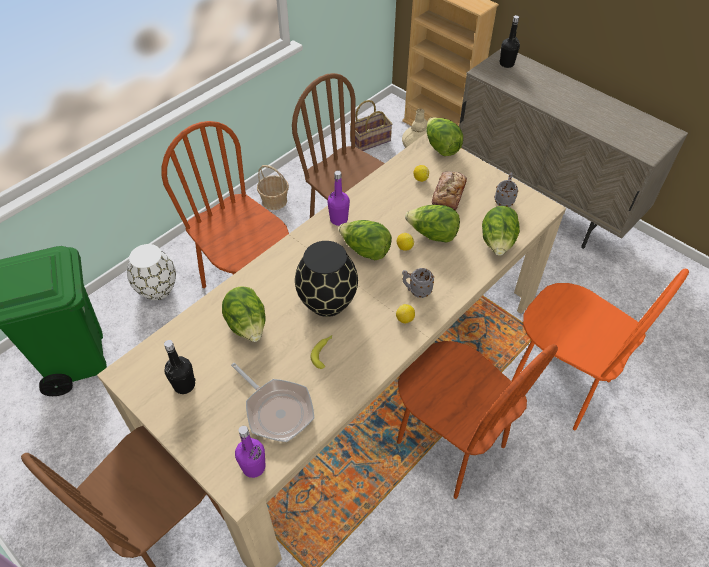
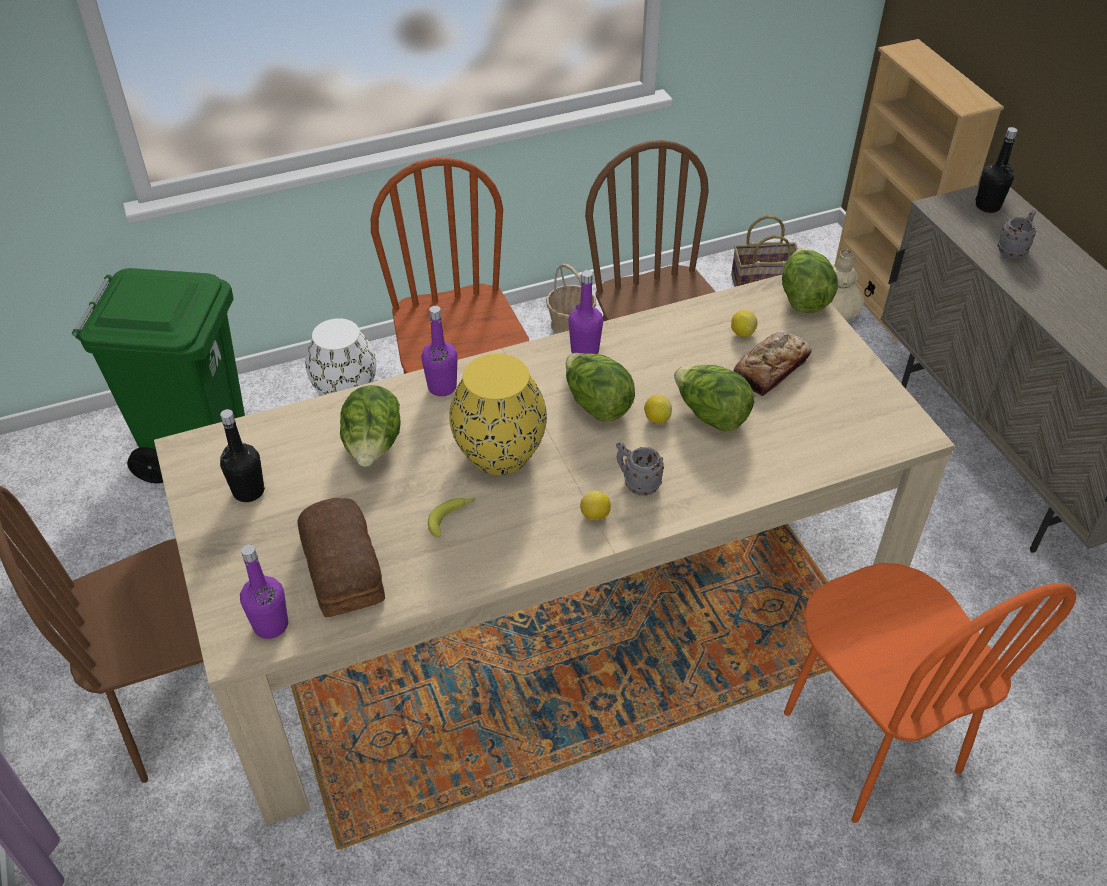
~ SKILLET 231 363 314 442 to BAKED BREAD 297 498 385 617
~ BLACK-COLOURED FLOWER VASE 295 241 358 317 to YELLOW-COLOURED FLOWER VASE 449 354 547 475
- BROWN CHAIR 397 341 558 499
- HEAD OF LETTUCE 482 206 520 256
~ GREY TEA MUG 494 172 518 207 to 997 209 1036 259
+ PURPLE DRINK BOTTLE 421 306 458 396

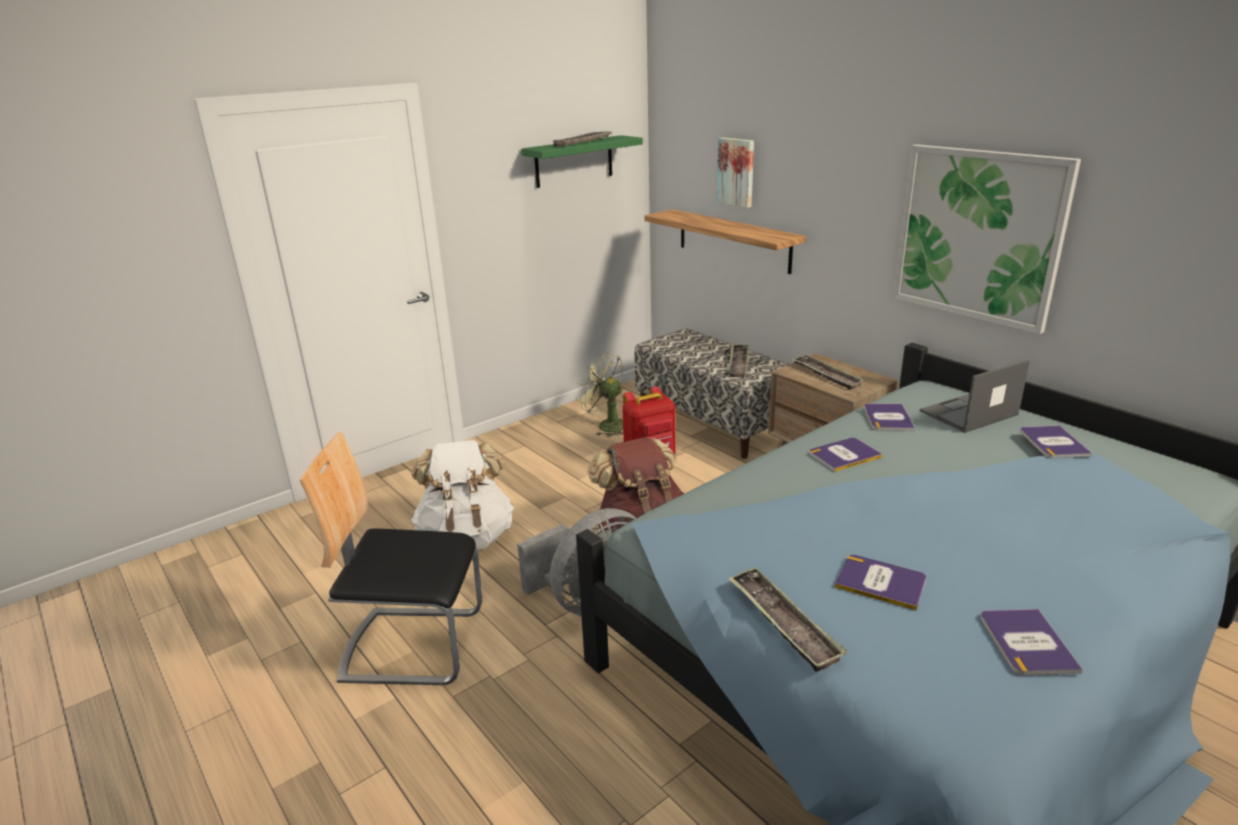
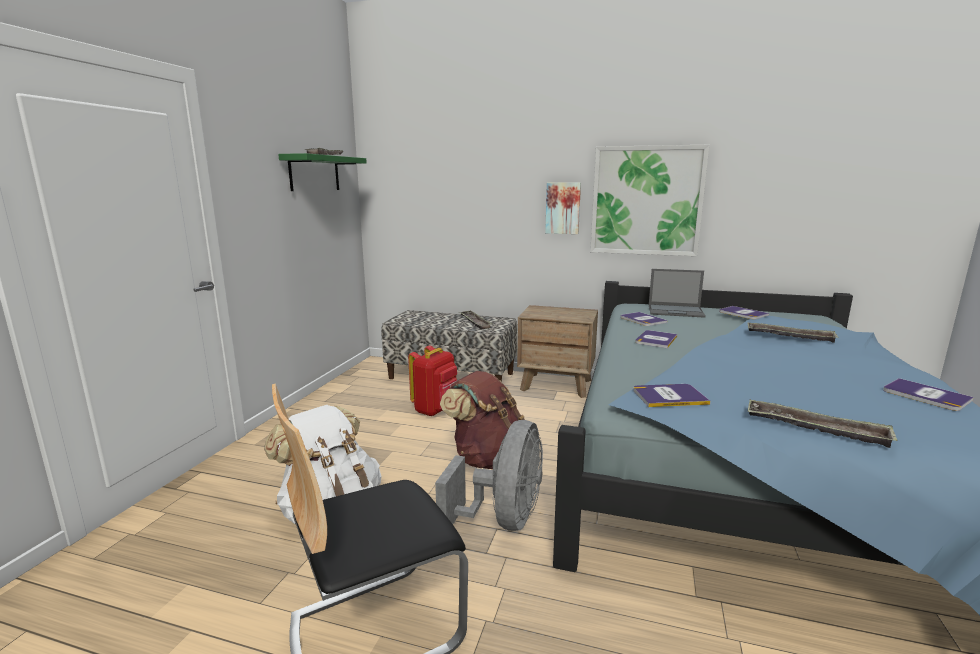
- GREEN-COLOURED FAN 576 353 623 437
- WALL SHELF 644 209 806 274
~ WALL ART 717 137 754 208 to 545 182 581 234
~ CARRYING TRAY 792 355 865 390 to 747 322 838 343
~ BOOK 835 555 926 611 to 633 384 710 407
~ NOTEBOOK COMPUTER 920 360 1030 433 = 649 269 706 318 105 degrees counterclockwise

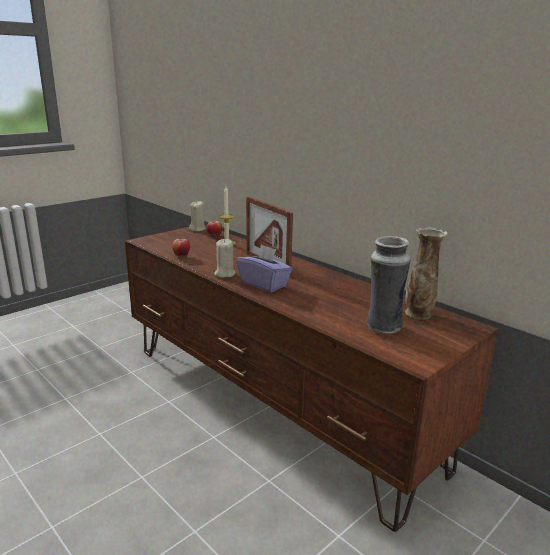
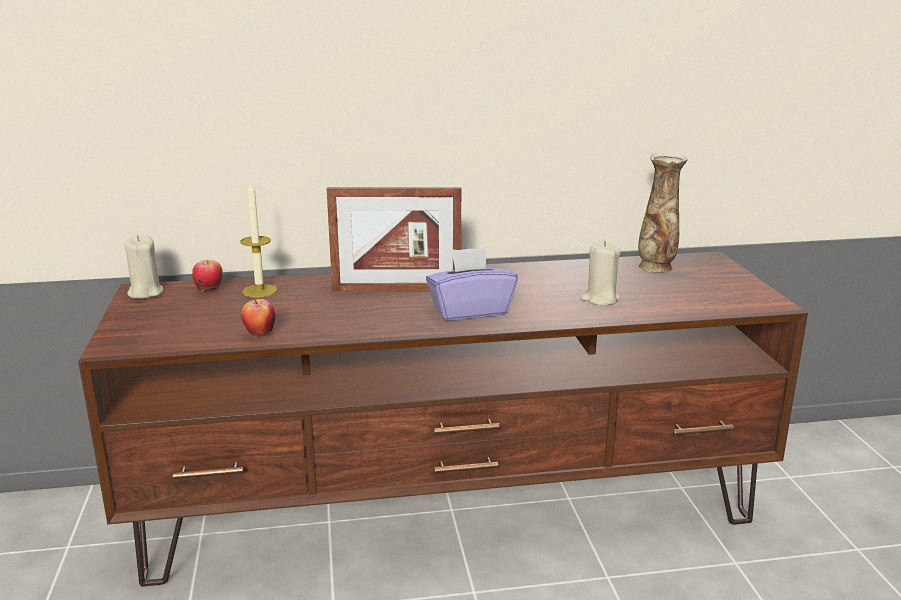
~ SAND-COLOURED WAX LIGHT 214 239 236 278 to 581 241 621 306
- FLOWER VASE 367 236 411 334

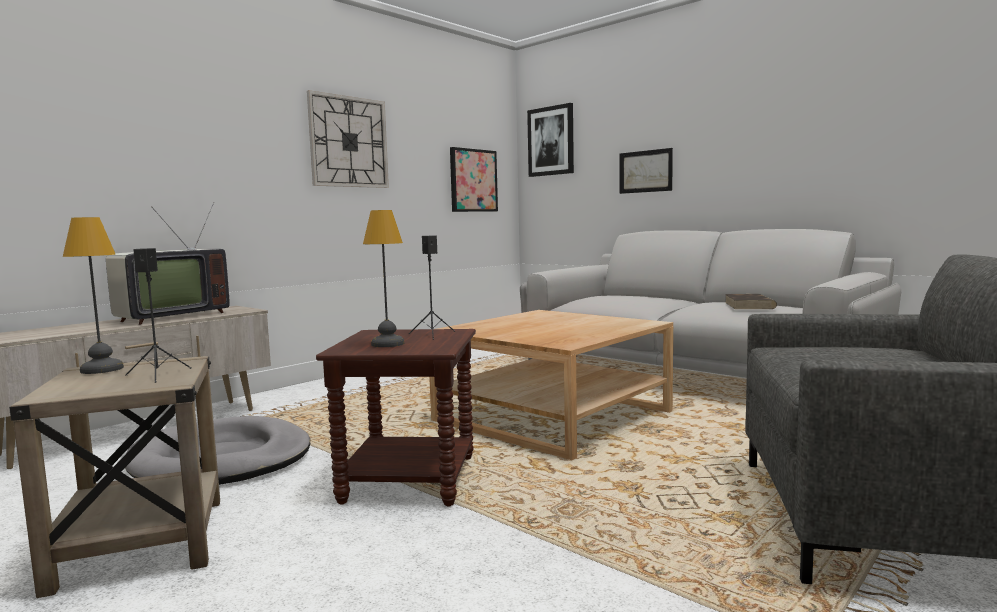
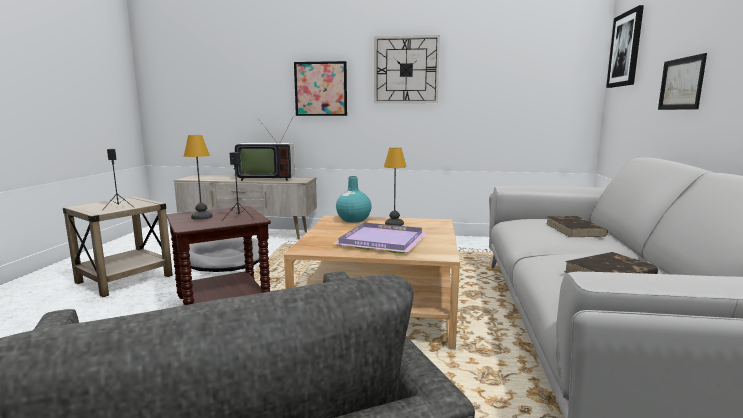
~ LAMP FOR A TABLE 63 217 124 374 to 384 147 406 226
~ WALL ART 450 147 498 212 to 294 61 347 116
+ PURPLE CARRYING TRAY 333 223 427 254
+ BLUE-GREEN FLOWER VASE 336 176 372 223
+ BROWN BOOK 547 216 608 237

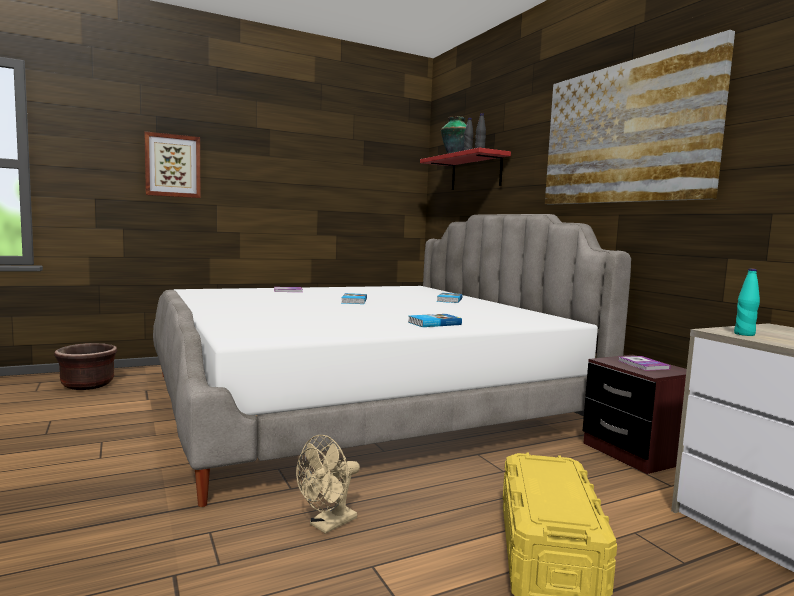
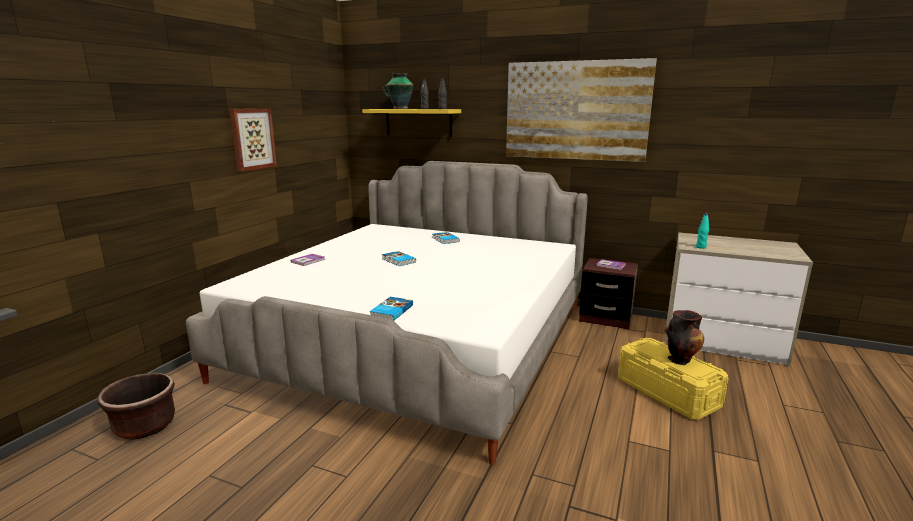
~ WALL ART 145 131 201 198 to 230 108 277 172
- SAND-COLOURED FAN 296 435 360 534
~ BOOK 408 314 462 327 to 370 297 413 321
~ RED WALL SHELF 420 148 511 190 to YELLOW-COLOURED WALL SHELF 362 109 461 137
+ FLOWER VASE 664 310 704 365

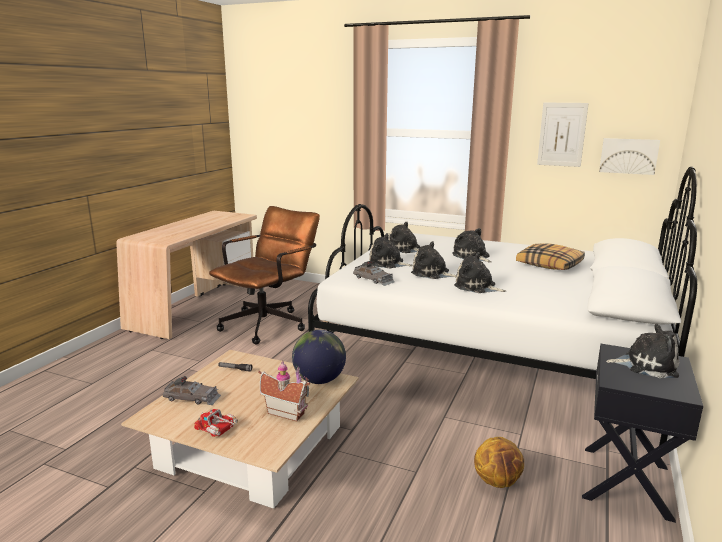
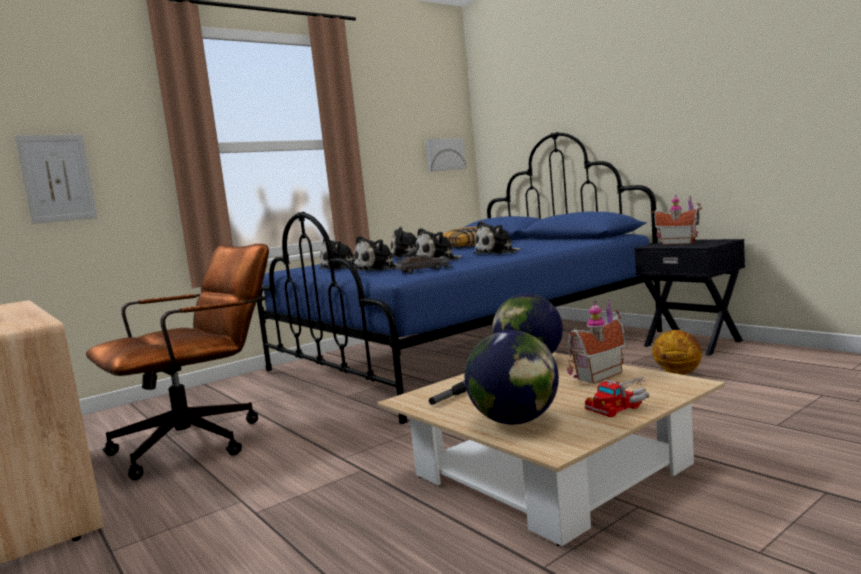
~ GREY TOY CAR 163 376 221 405 to DESK GLOBE 465 330 559 425
~ BROWN COMPUTER CHAIR 209 206 320 345 = 86 244 269 480 75 degrees clockwise
~ WHITE BEDROOM BED 308 167 697 446 to BLUE-COLOURED BEDROOM BED 257 132 662 424
~ WALL ART 537 103 589 167 to 15 134 97 224
~ SOFT TOY 606 324 679 378 to MODEL HOUSE 652 194 702 245

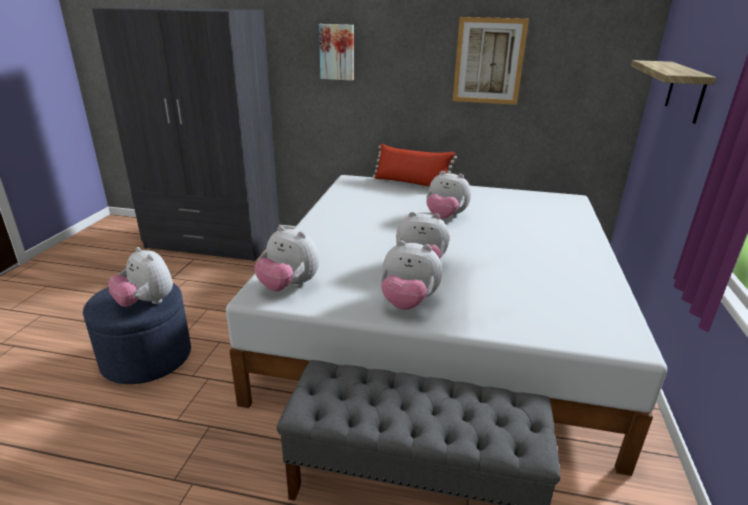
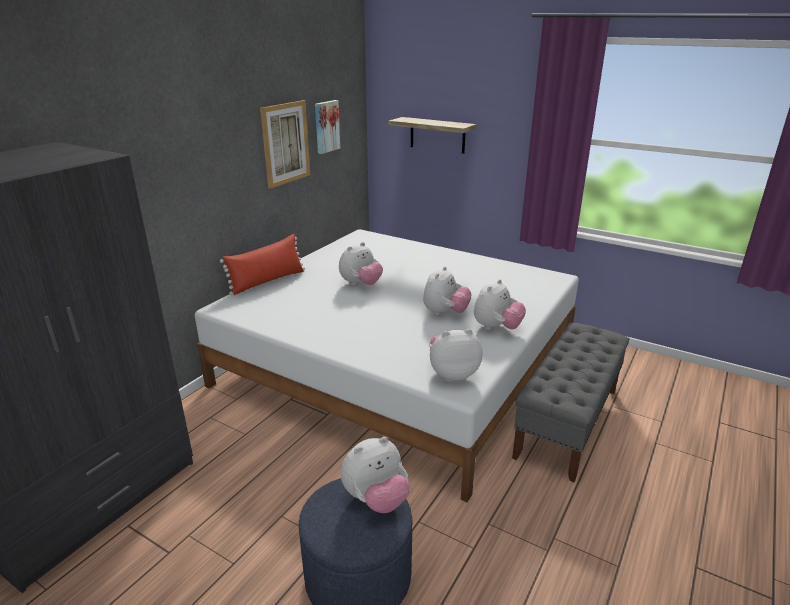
~ SOFT TOY 254 226 319 291 = 429 329 483 382 150 degrees counterclockwise
~ WALL ART 319 24 354 81 to 315 100 340 154

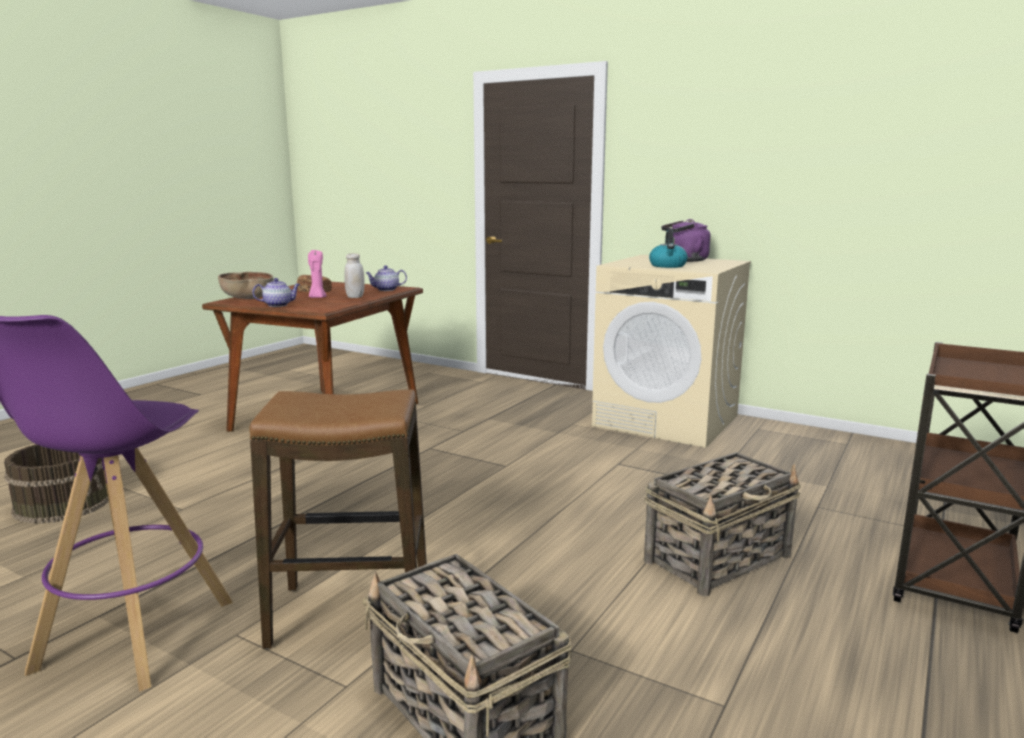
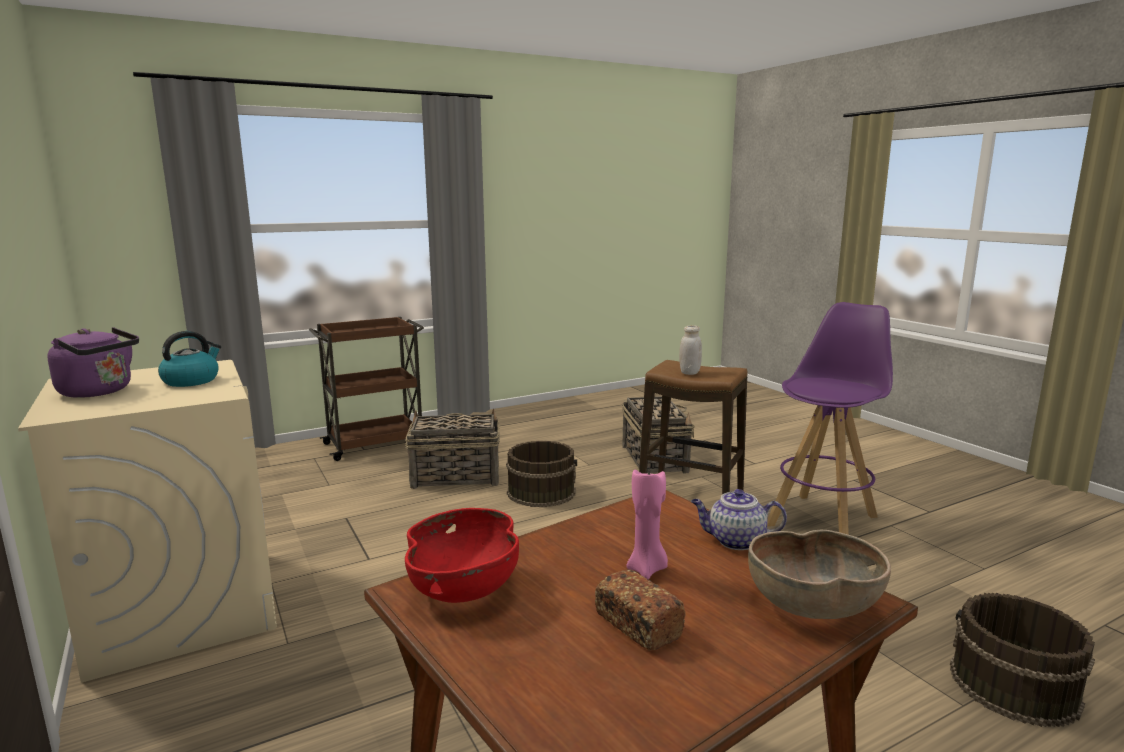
~ WHITE STORAGE JAR 344 253 365 298 to 679 325 702 375
~ TEAPOT 366 266 407 291 to RED BOWL 405 508 519 603
+ BROWN WATER BUCKET 506 441 577 507

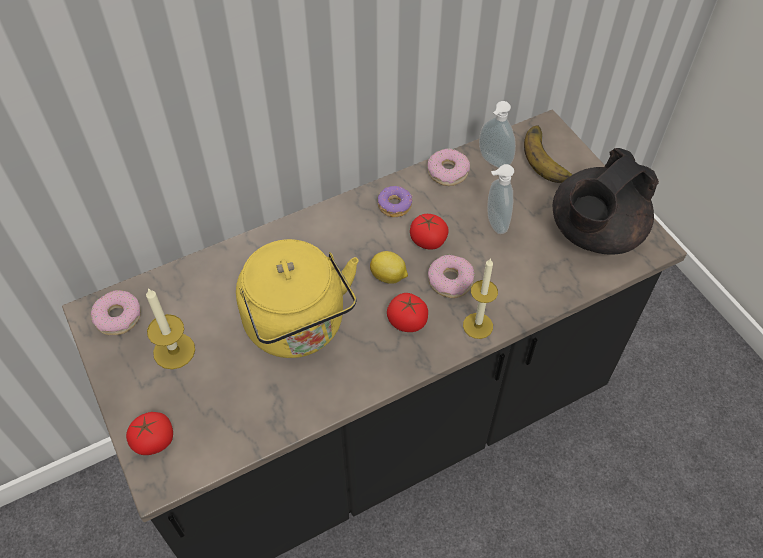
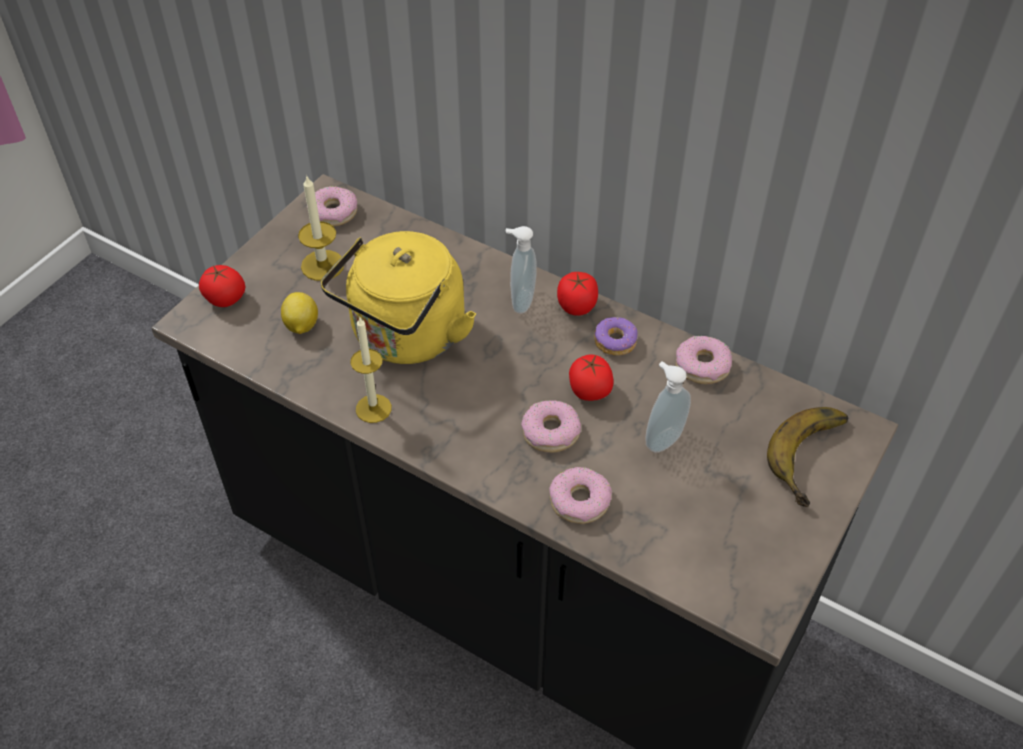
~ CITRUS FRUIT 370 251 408 284 to 281 292 318 334
~ WHOLE TOMATO 387 293 428 332 to 557 272 598 316
~ WAX LIGHT 463 258 498 339 to 350 317 392 423
~ LIQUID SOAP BOTTLE 479 101 516 168 to 505 226 536 313
- BLACK-COLOURED TEAPOT 553 148 659 255
+ DONUT 549 467 612 524

